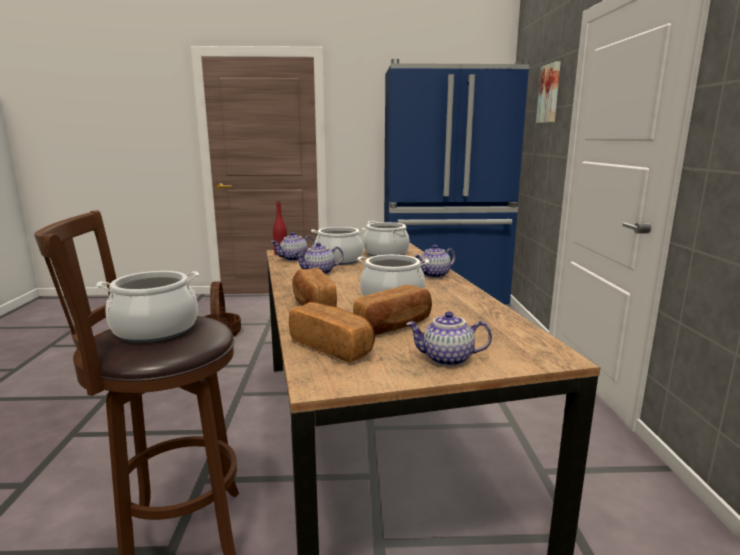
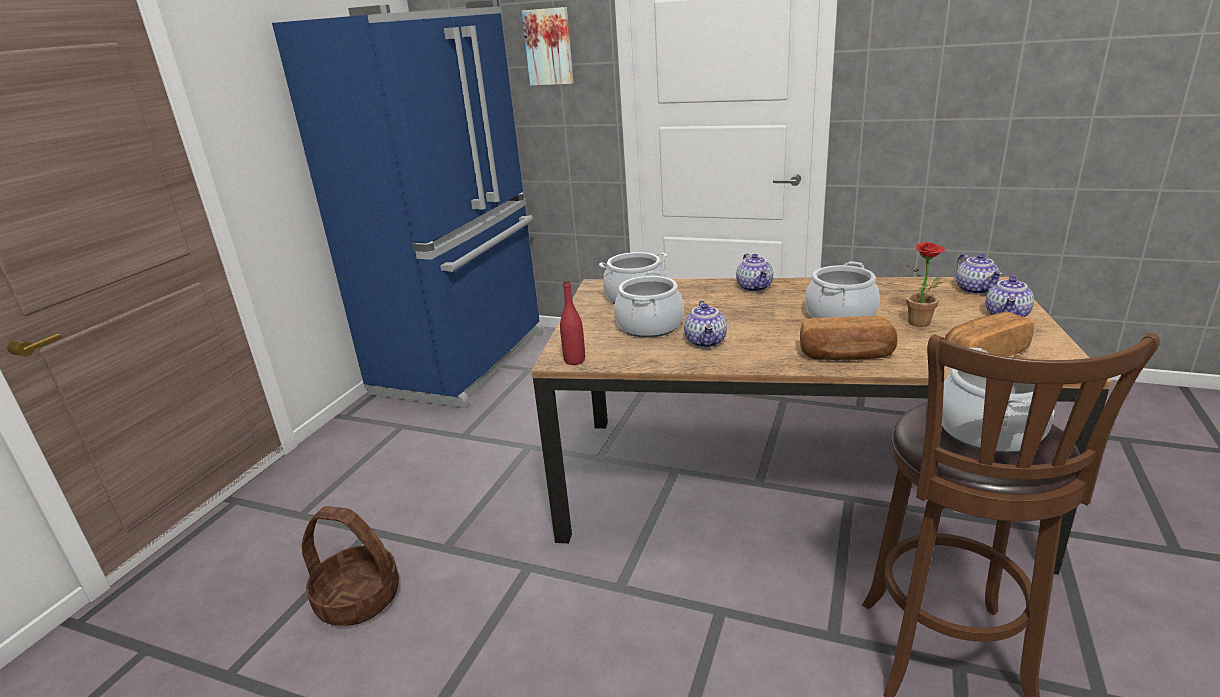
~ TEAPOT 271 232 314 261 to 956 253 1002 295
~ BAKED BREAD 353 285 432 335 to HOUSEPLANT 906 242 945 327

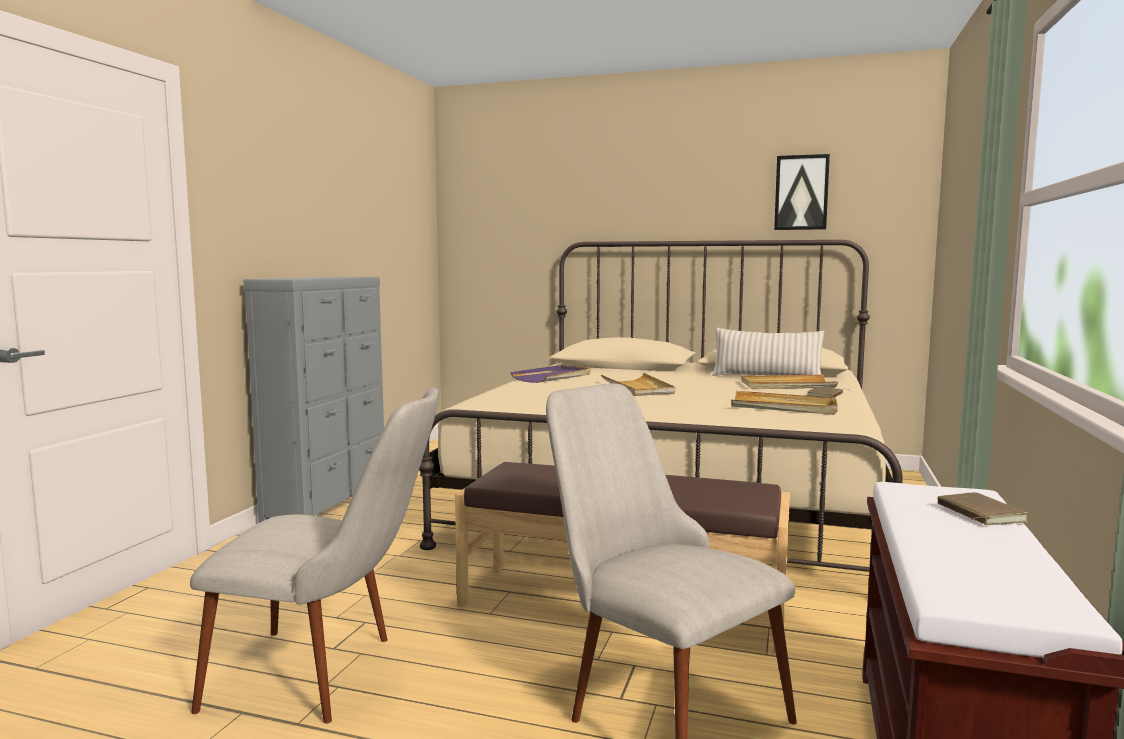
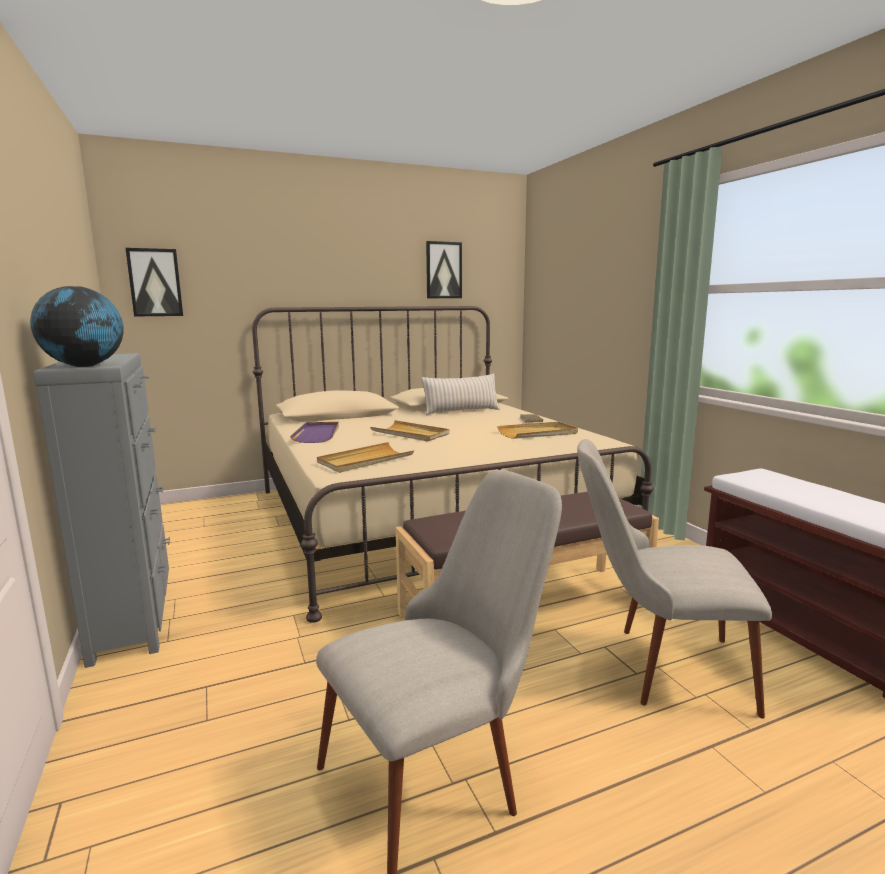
~ SAND-COLOURED CARRYING TRAY 741 375 838 389 to 317 442 414 473
- BROWN BOOK 937 492 1028 525
+ DESK GLOBE 30 286 124 367
+ WALL ART 125 248 183 317

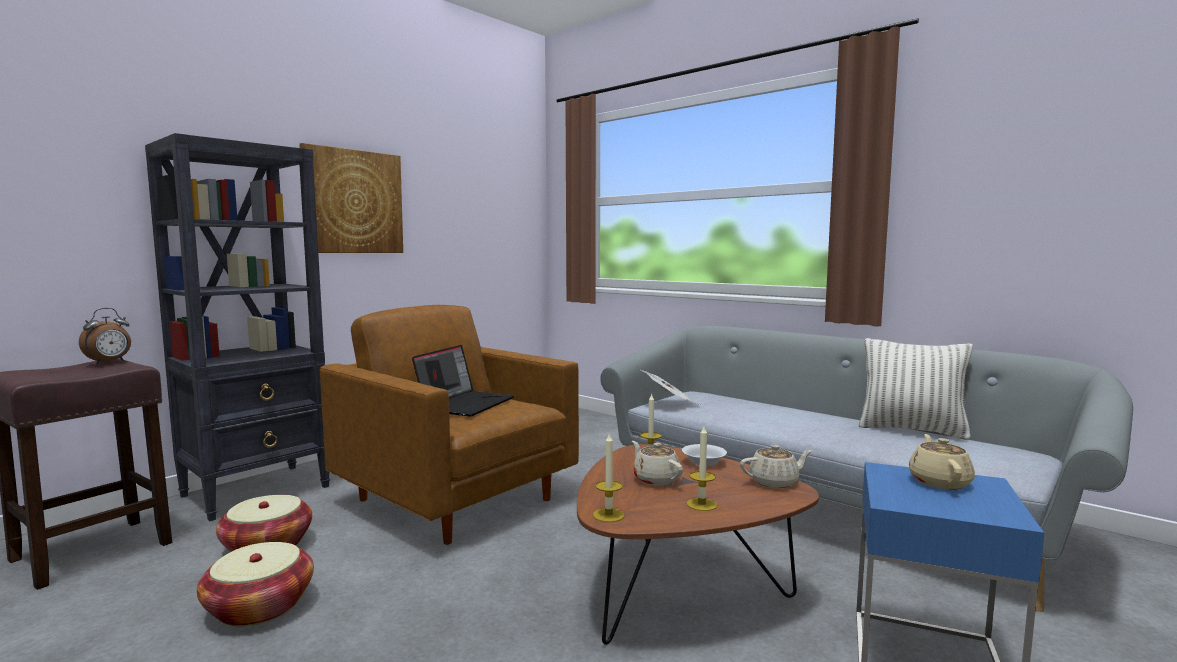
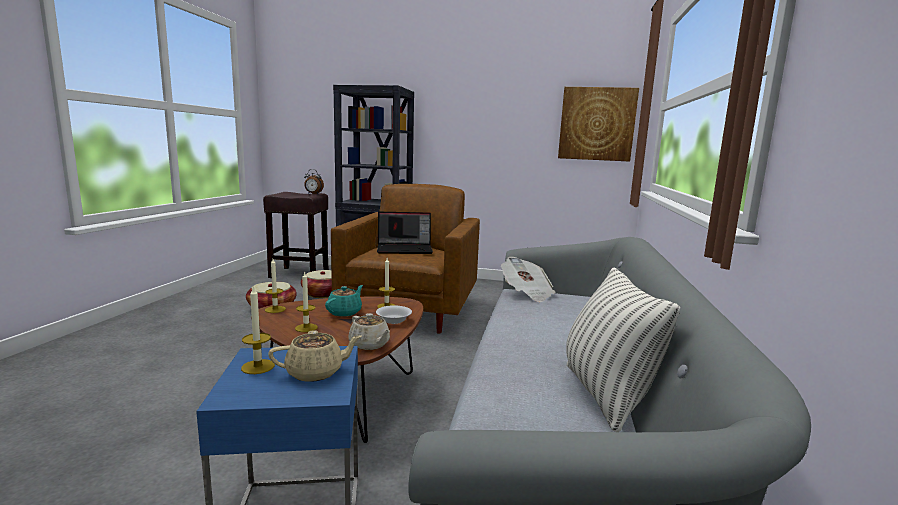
~ WALL ART 299 143 403 253 to 558 87 639 162
~ SAND-COLOURED TEAPOT 632 441 683 486 to BLUE-GREEN TEAPOT 325 285 363 317
+ WAX LIGHT 241 285 275 374

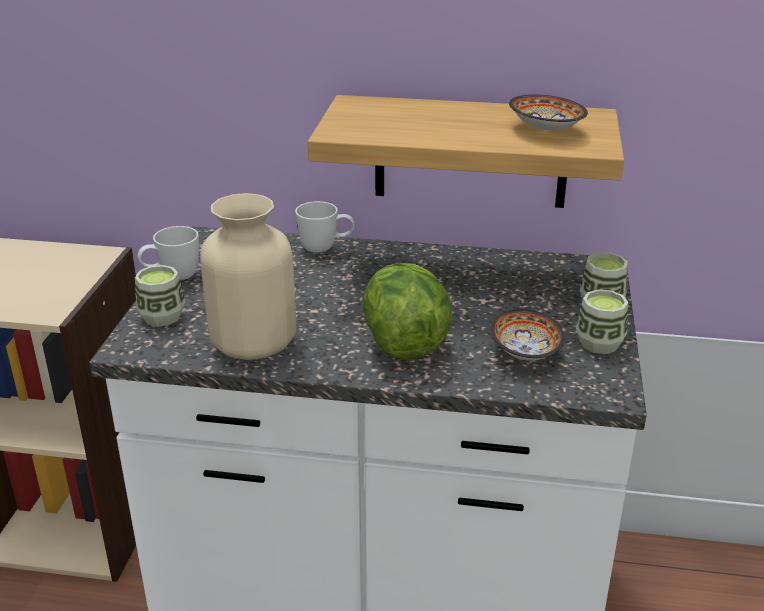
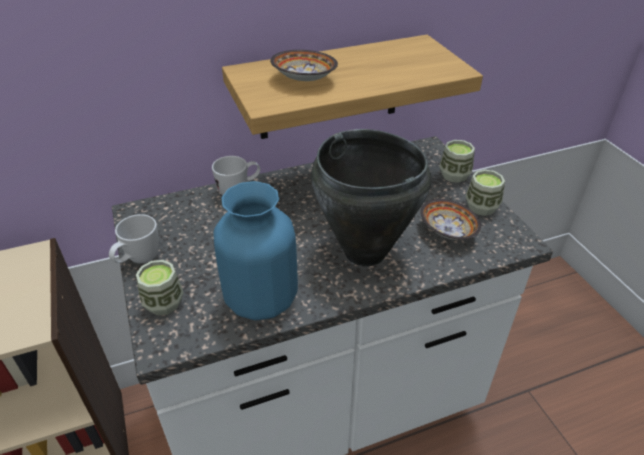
~ SAND-COLOURED FLOWER VASE 200 193 296 360 to BLUE-COLOURED FLOWER VASE 214 181 298 320
~ HEAD OF LETTUCE 362 263 452 360 to BLACK-COLOURED SAUCEPOT 311 129 431 266
~ BOWL 509 94 588 131 to 270 50 338 81

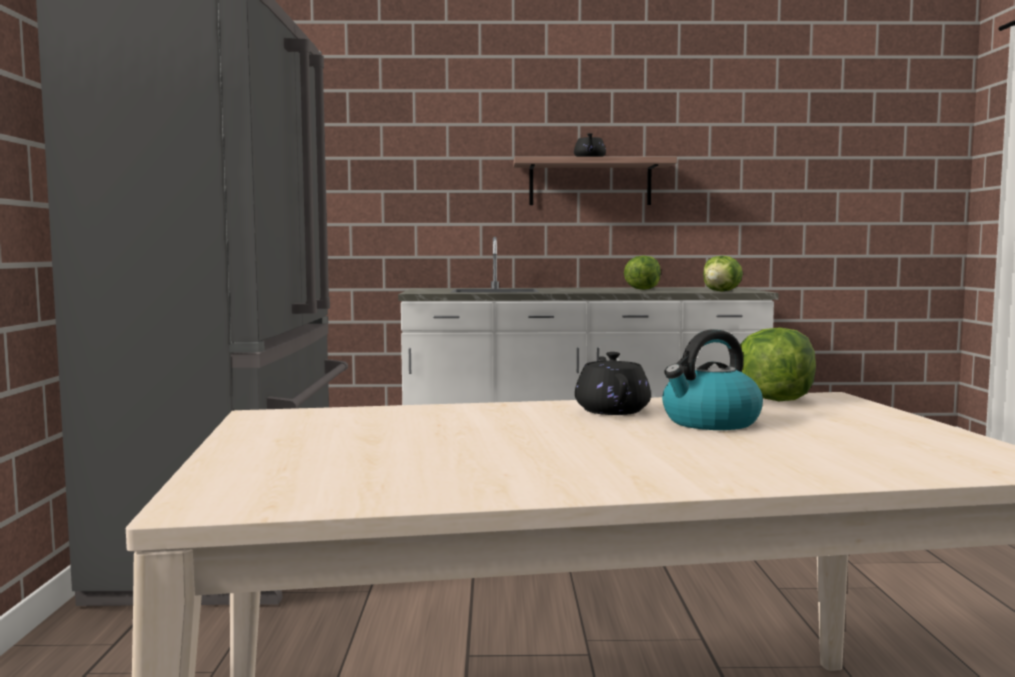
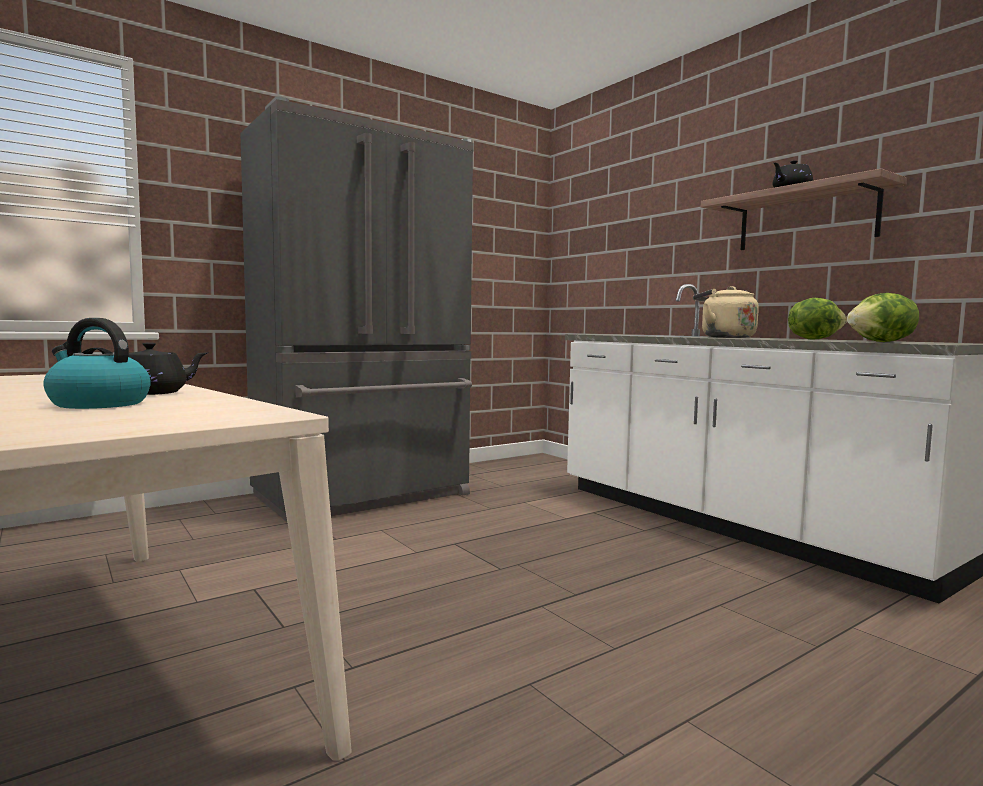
- HEAD OF LETTUCE 740 327 816 401
+ SAND-COLOURED WATER KETTLE 693 286 759 338

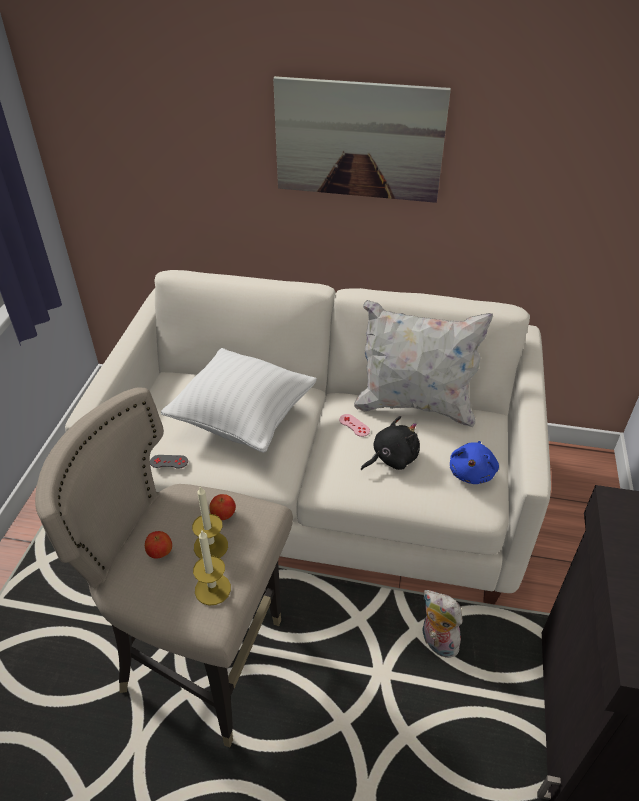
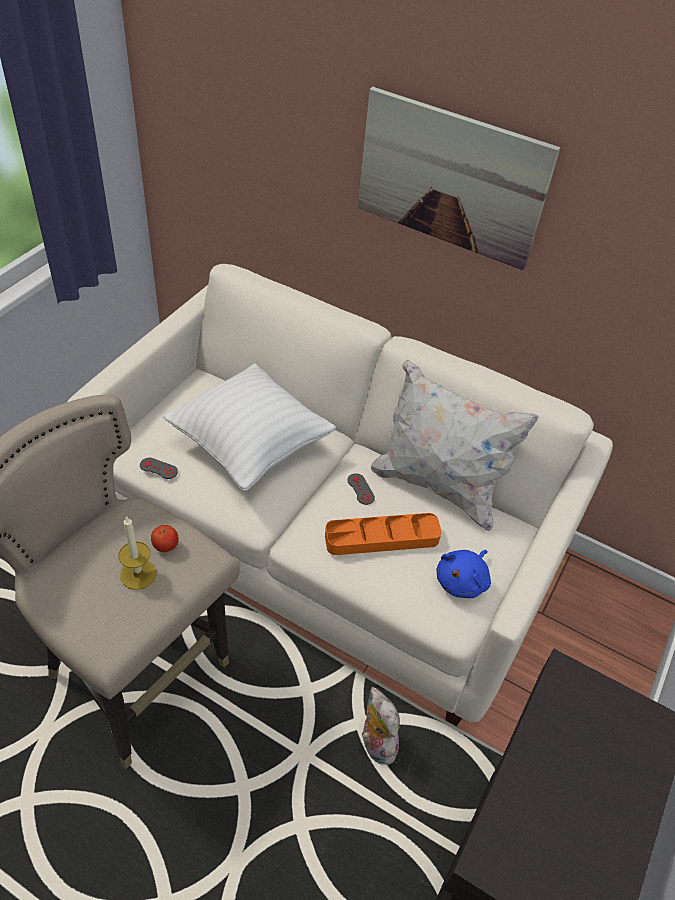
- APPLE FRUIT 145 531 172 559
- WAX LIGHT 193 531 231 605
~ PINK-COLOURED JOYPAD 339 414 370 437 to GREY JOYPAD 348 473 375 505
~ BLACK-COLOURED SOFT TOY 361 416 420 470 to ORANGE CARRYING TRAY 325 513 442 555

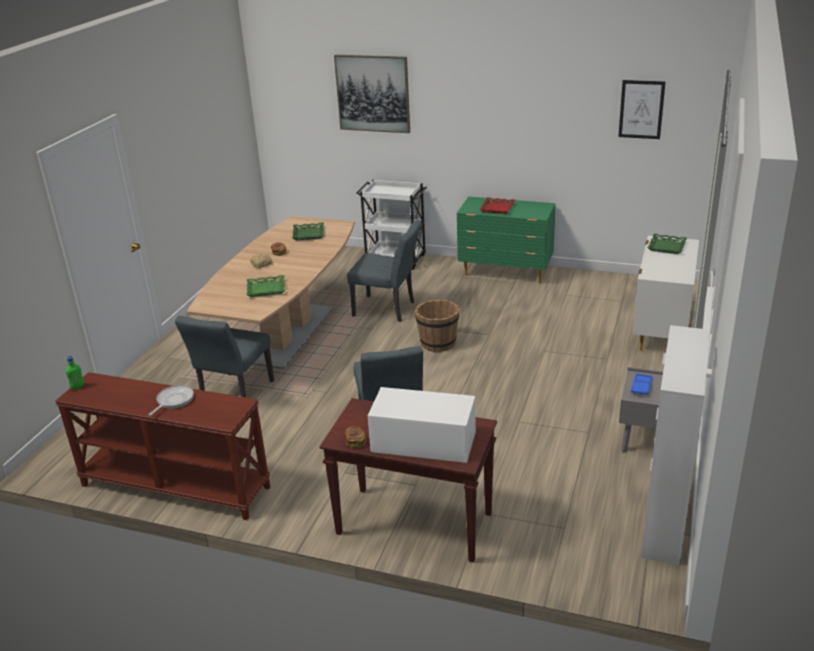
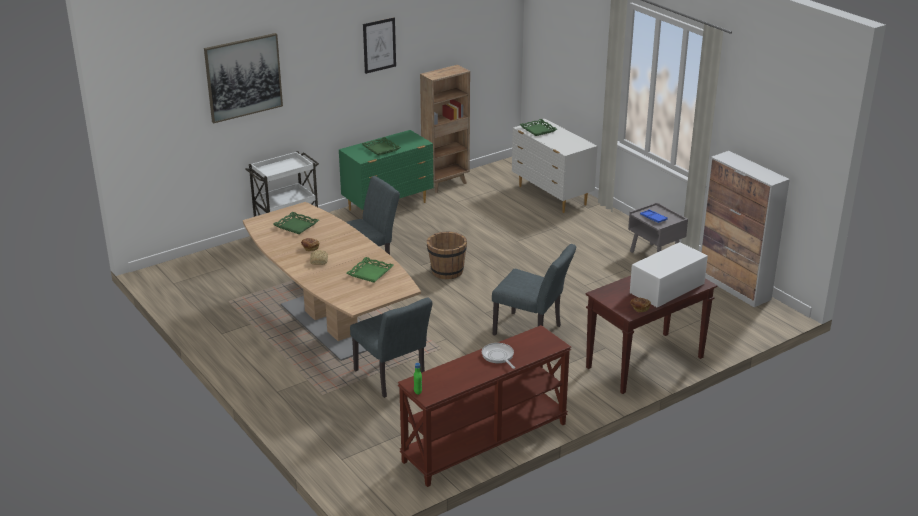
~ RED CARRYING TRAY 479 197 515 214 to GREEN-COLOURED CARRYING TRAY 362 137 401 156
~ WALL ART 618 80 666 139 to 363 17 396 74
+ BROWN BOOKSHELF 420 65 470 193

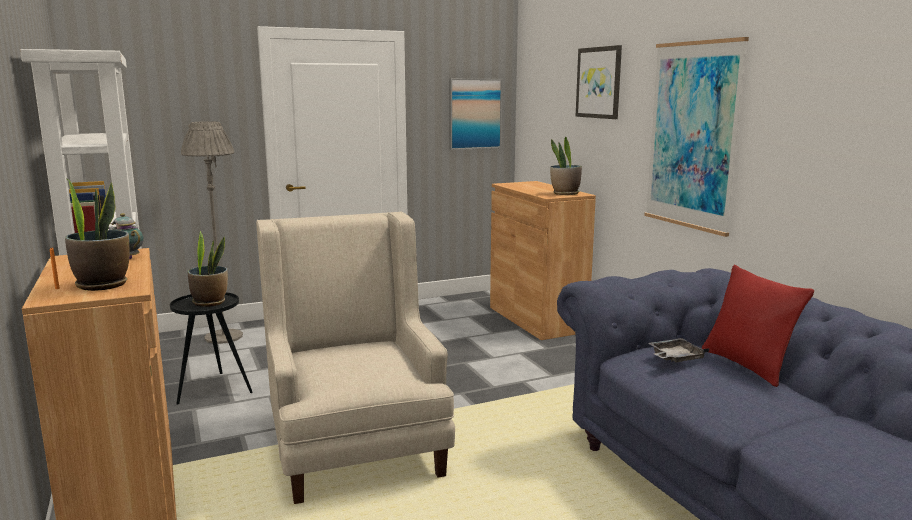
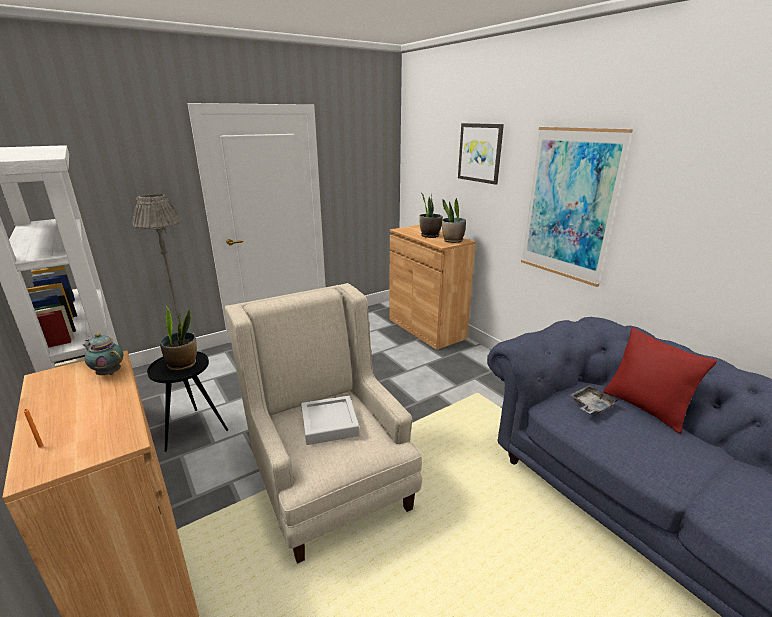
~ HOUSEPLANT 65 178 129 291 to 419 194 443 238
- WALL ART 449 79 502 150
+ GREY CARRYING TRAY 301 396 360 445

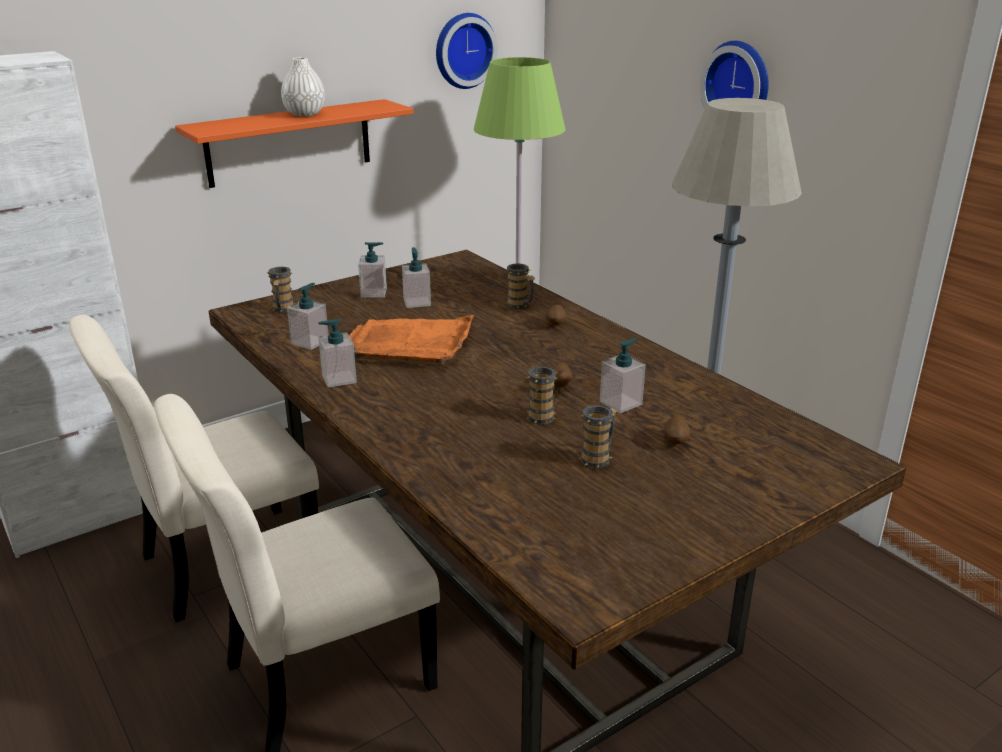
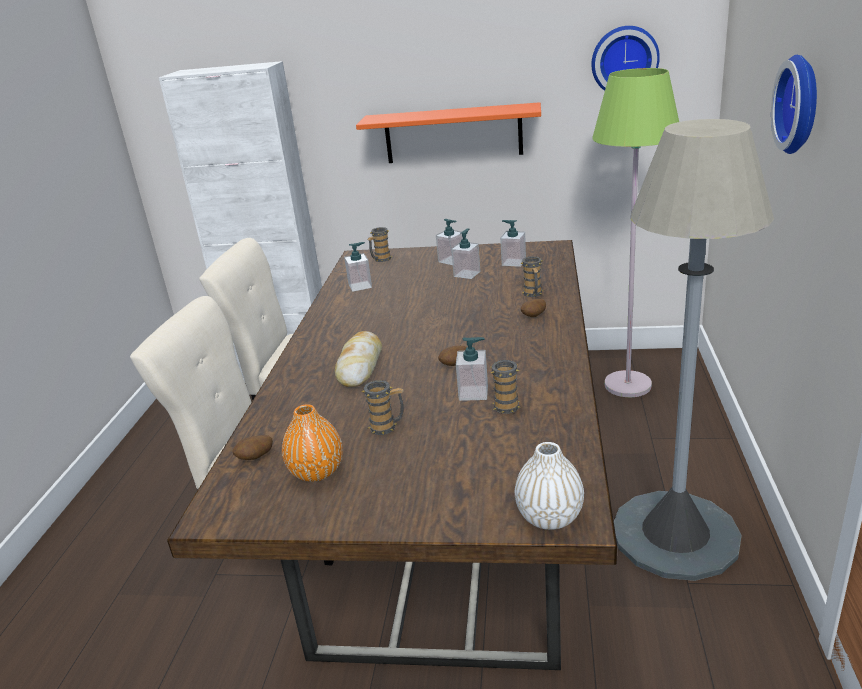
~ WHITE FLOWER VASE 281 57 325 117 to 515 442 584 530
~ LIQUID SOAP BOTTLE 318 319 357 388 to 500 220 526 267
- ORANGE CARRYING TRAY 349 315 474 365
~ TEA MUG 526 366 557 425 to 490 360 520 414
~ SPUD 664 416 691 444 to 232 435 273 460
+ ORANGE FLOWER VASE 282 404 343 482
+ BAKED BREAD 335 331 382 387

